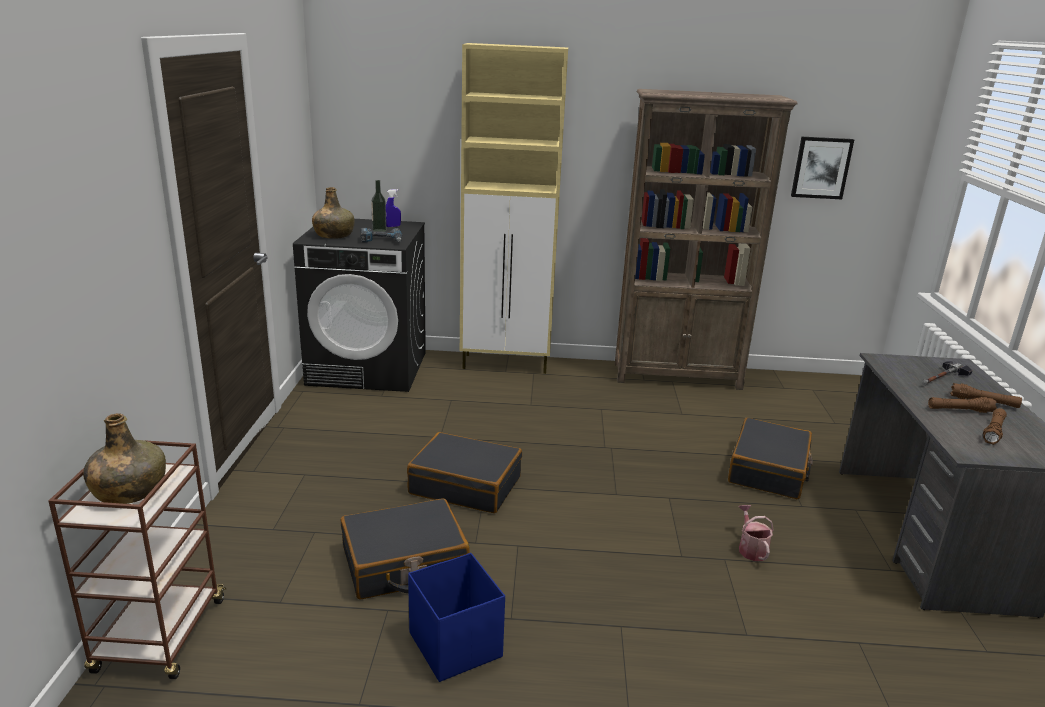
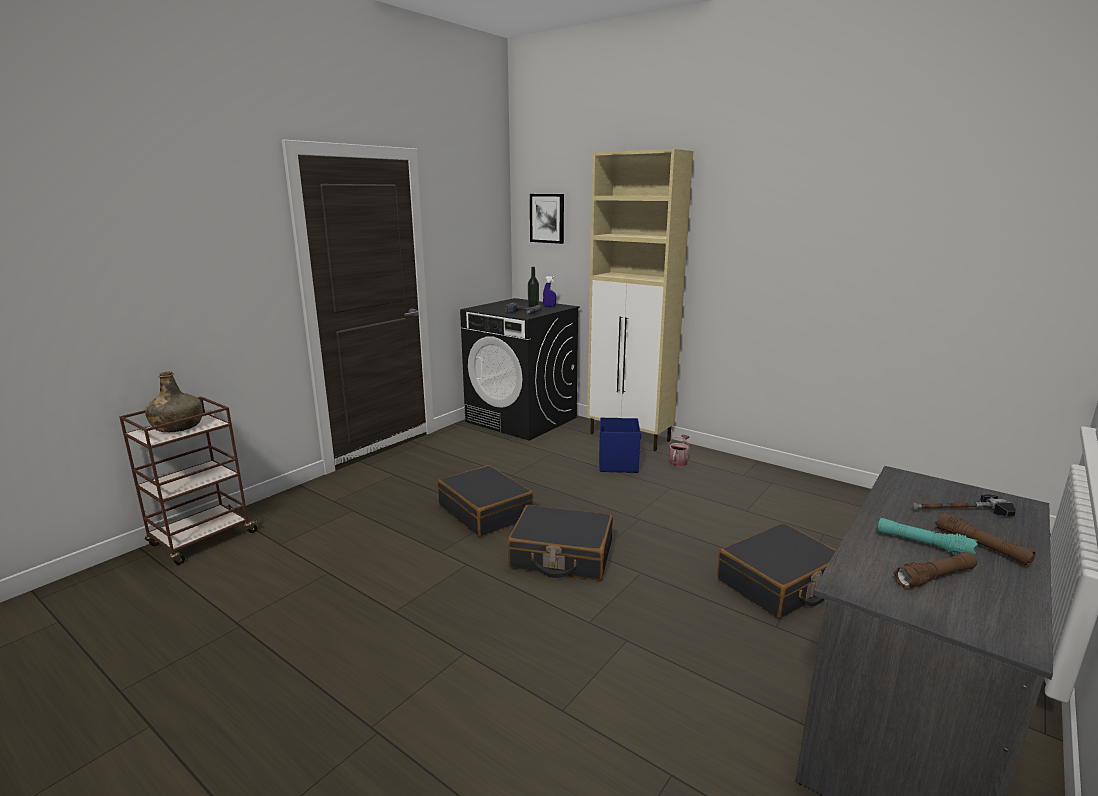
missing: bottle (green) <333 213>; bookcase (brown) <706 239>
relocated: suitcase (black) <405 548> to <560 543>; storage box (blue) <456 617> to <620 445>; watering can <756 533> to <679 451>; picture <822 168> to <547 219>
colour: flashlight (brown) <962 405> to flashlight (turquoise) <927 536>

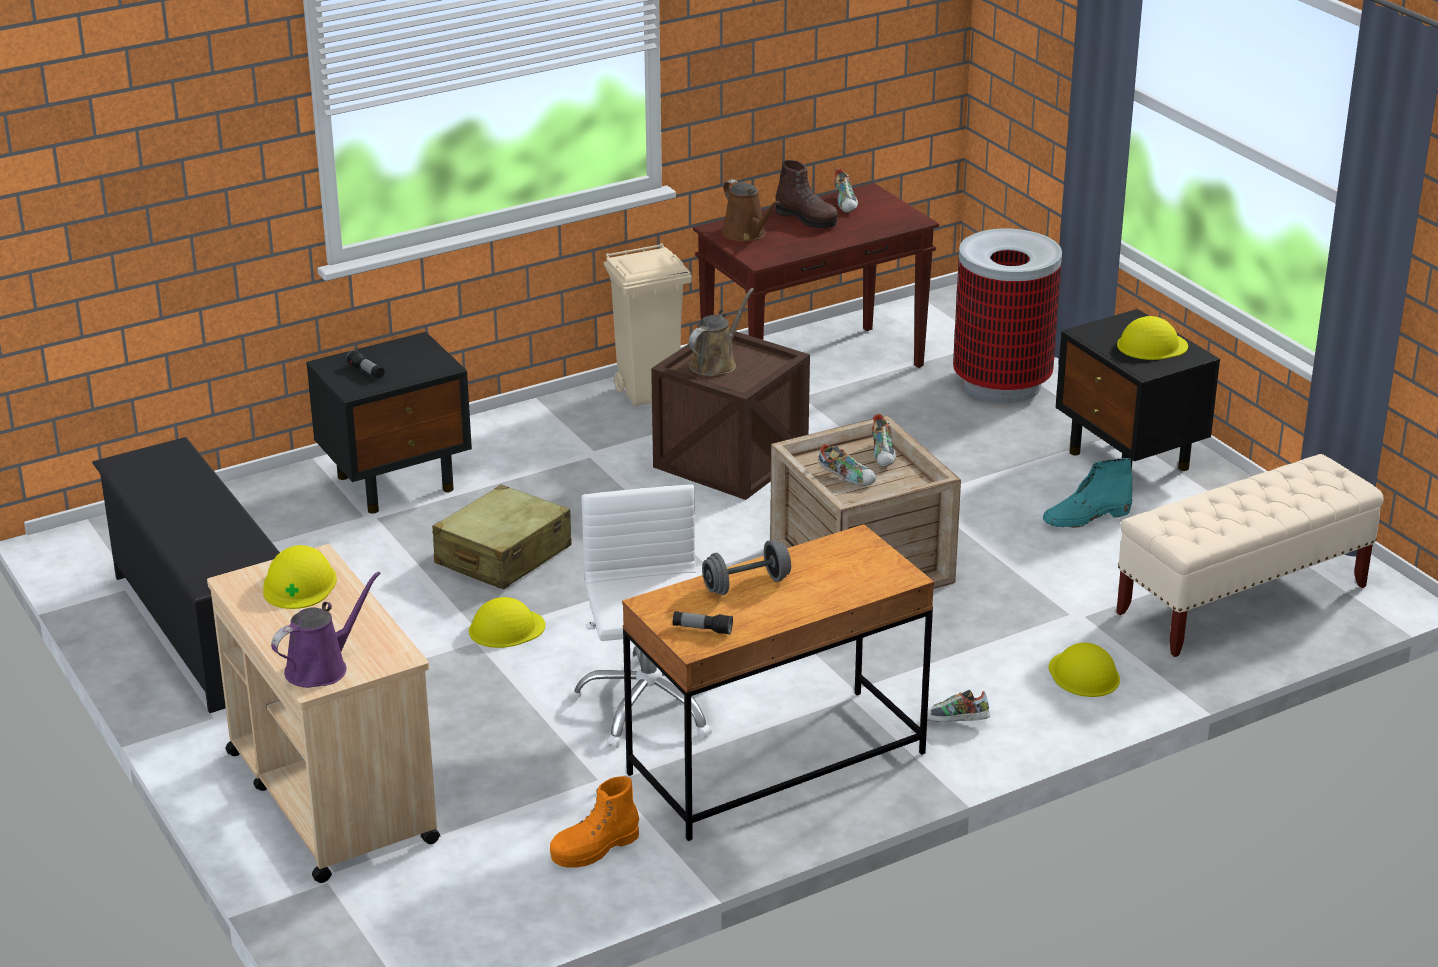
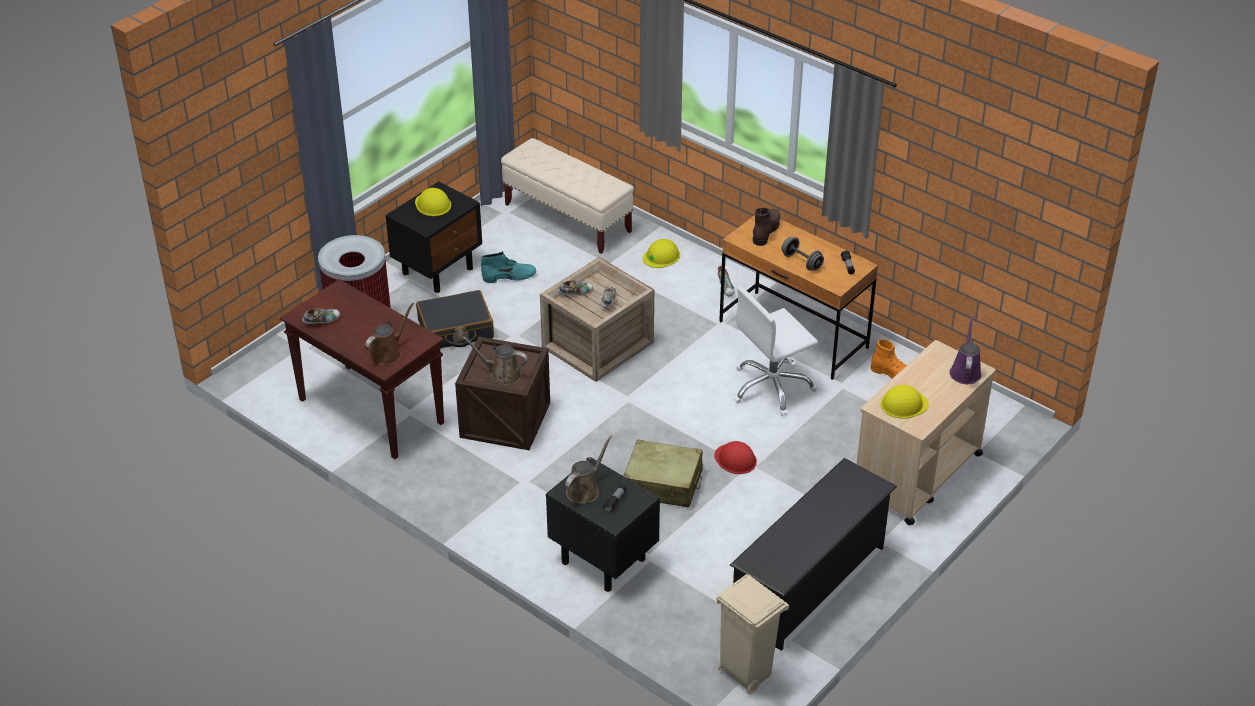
appeared: suitcase (black) <455 319>; watering can (brown) <588 469>
relocated: trash can (beige) <648 324> to <752 634>; boot (brown) <806 194> to <766 227>
colour: hard hat (yellow) <507 622> to hard hat (red) <735 457>
spun: watering can (purple) <326 629> = <965 349> 75 degrees clockwise; boot (turquoise) <1087 493> = <508 267> 60 degrees counterclockwise

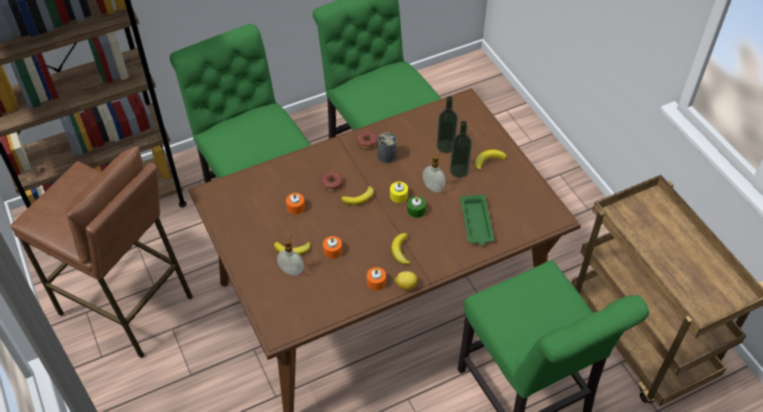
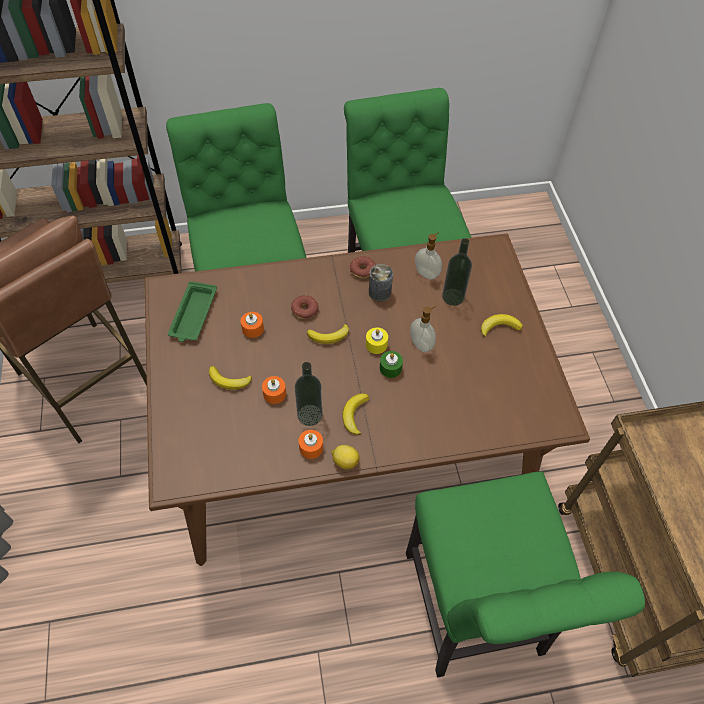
relocated: soap dispenser <290 255> to <428 256>; bottle <461 149> to <309 394>; tray (green) <477 220> to <192 311>

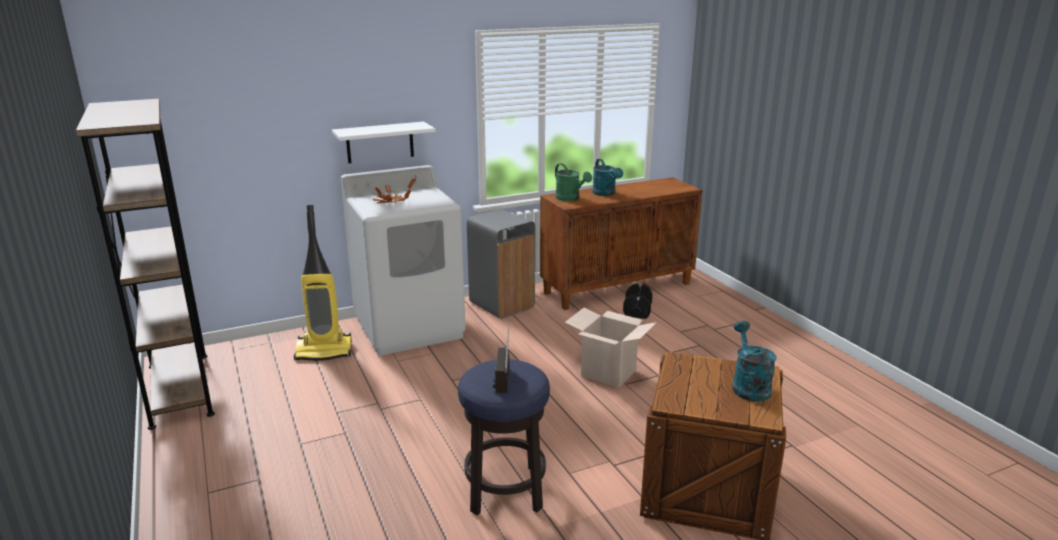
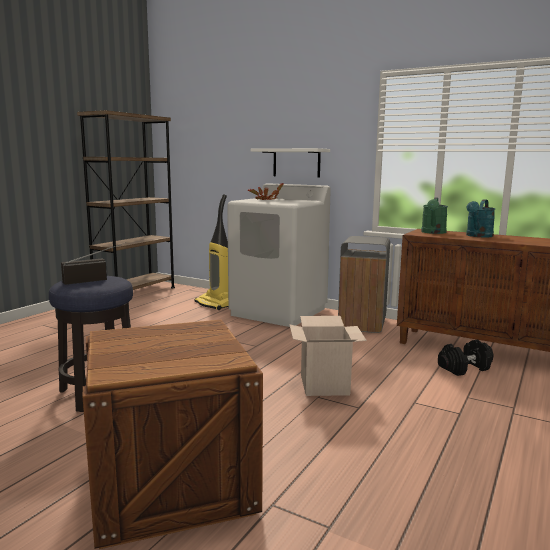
missing: watering can (turquoise) <754 361>

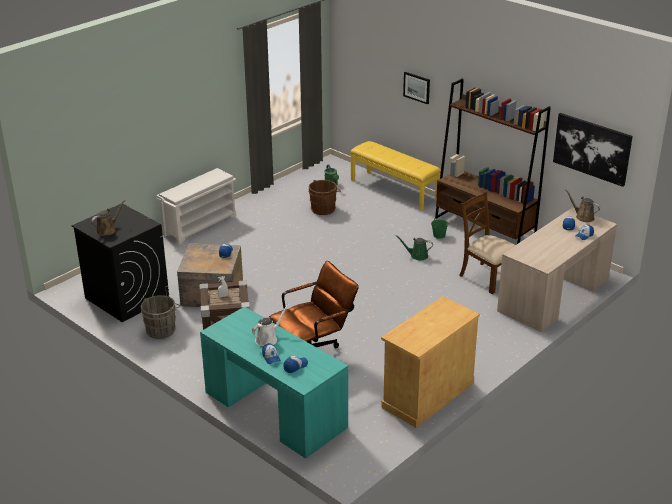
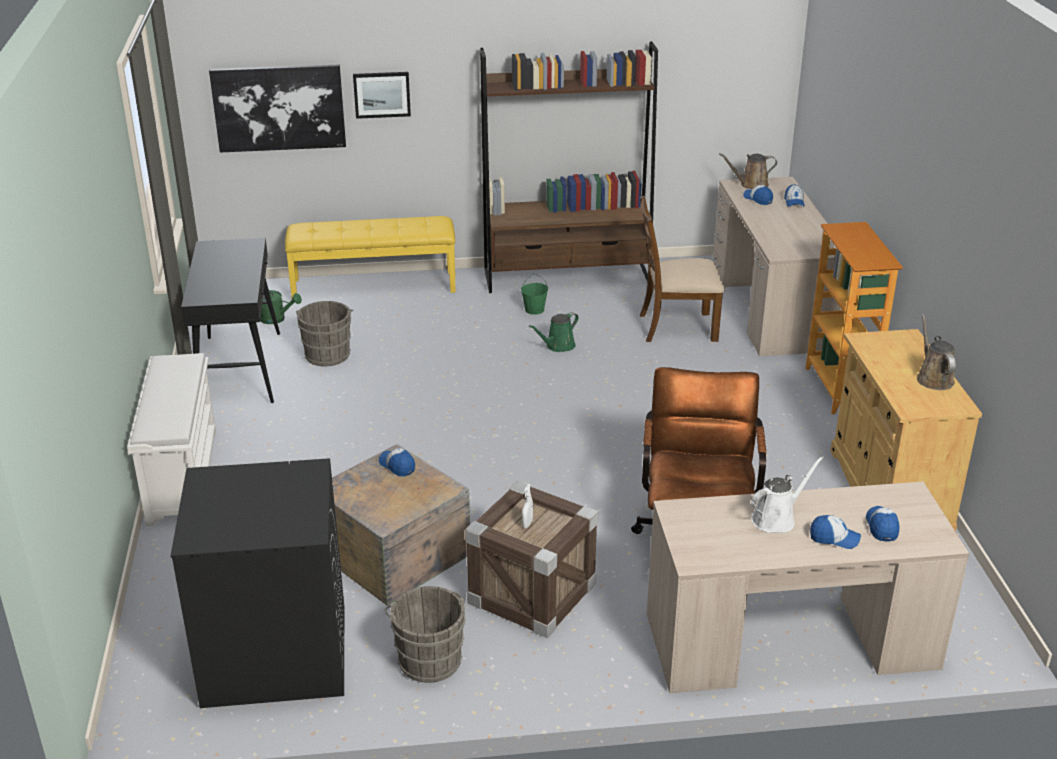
appeared: console table (black) <230 320>; bookcase <854 318>
relocated: watering can (brown) <108 218> to <936 351>; picture <593 150> to <277 109>
colour: desk (turquoise) <274 383> to desk (beige) <808 587>; bucket (brown) <325 197> to bucket (grey) <324 333>
spun: watering can (white) <270 325> = <787 494> 60 degrees clockwise

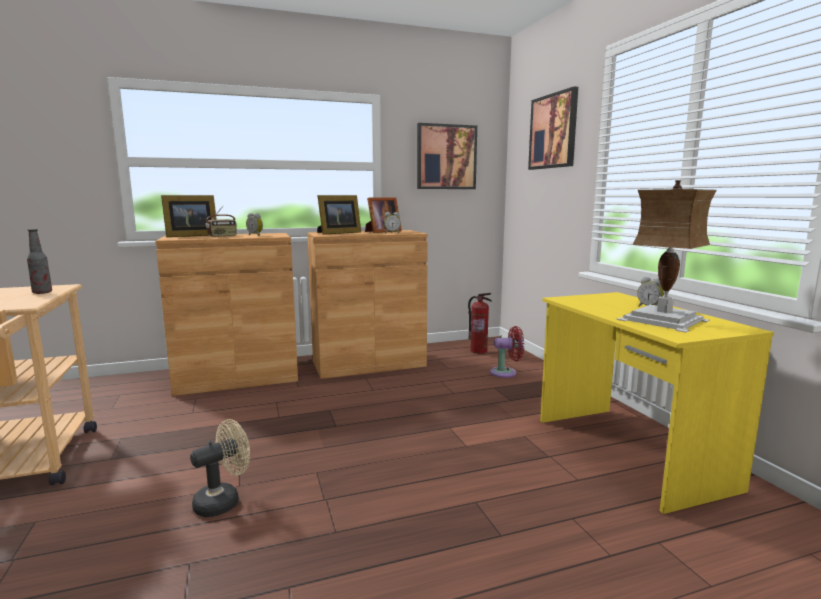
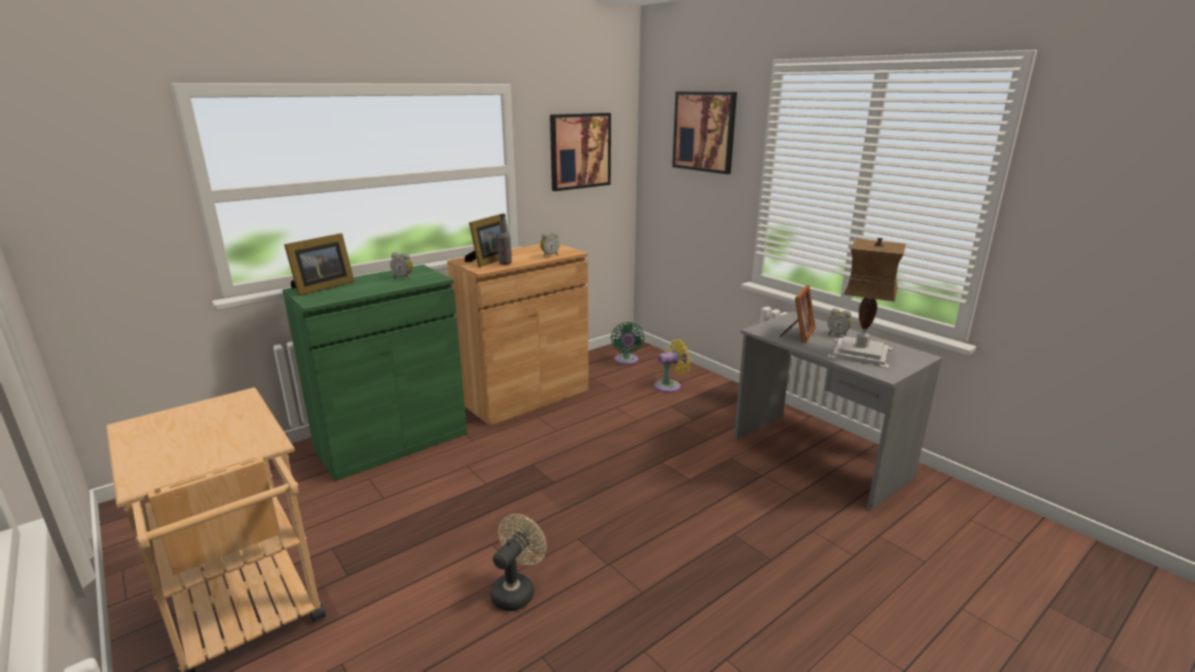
missing: radio <221 221>
relocated: bottle <39 261> to <505 239>; picture frame <383 215> to <797 314>
exchanged: fire extinguisher <480 323> to fan (green) <627 343>
colour: cabinet (brown) <226 314> to cabinet (green) <374 373>; fan (red) <507 352> to fan (yellow) <672 366>; desk (yellow) <657 403> to desk (grey) <838 411>

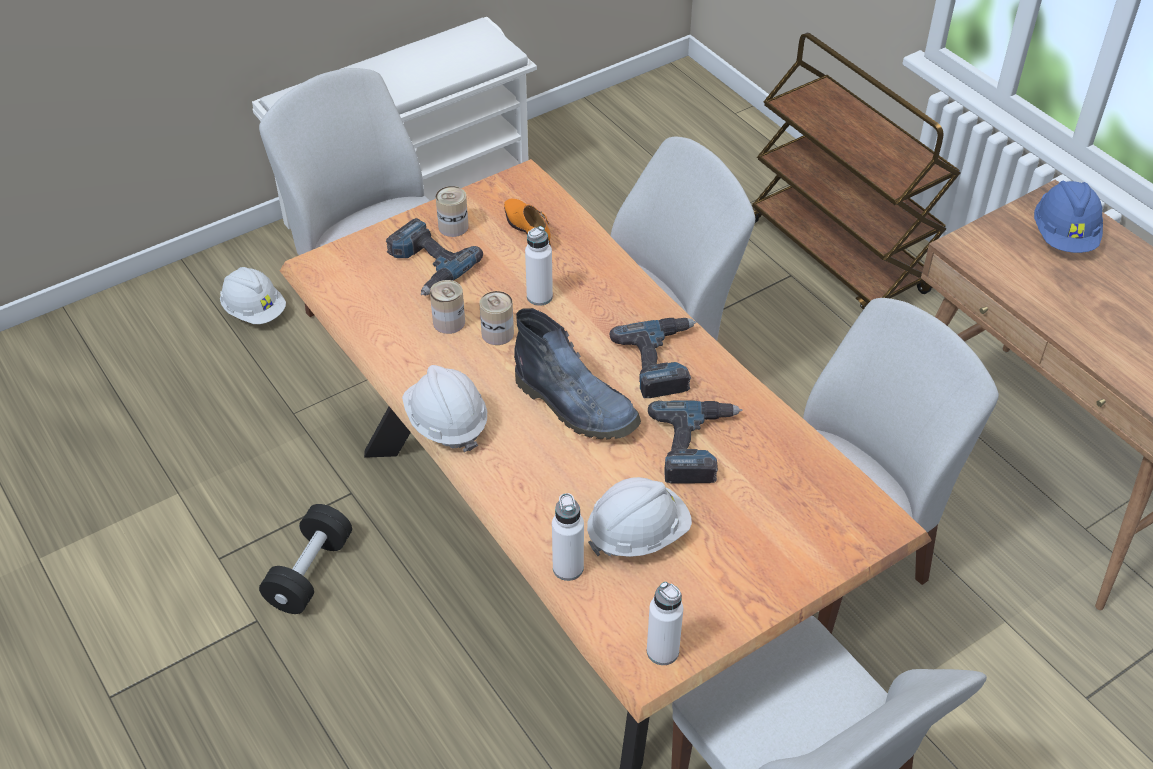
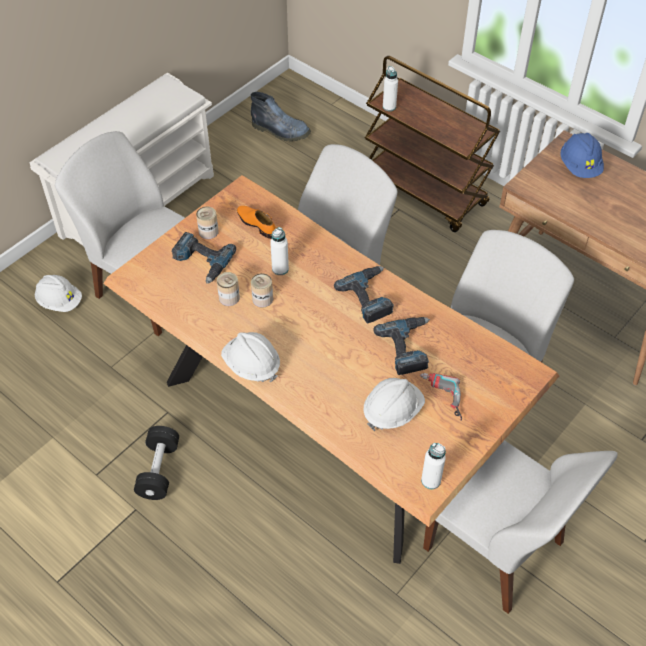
appeared: power drill <441 397>
relocated: boot <577 374> to <281 116>; bottle (white) <568 537> to <390 88>

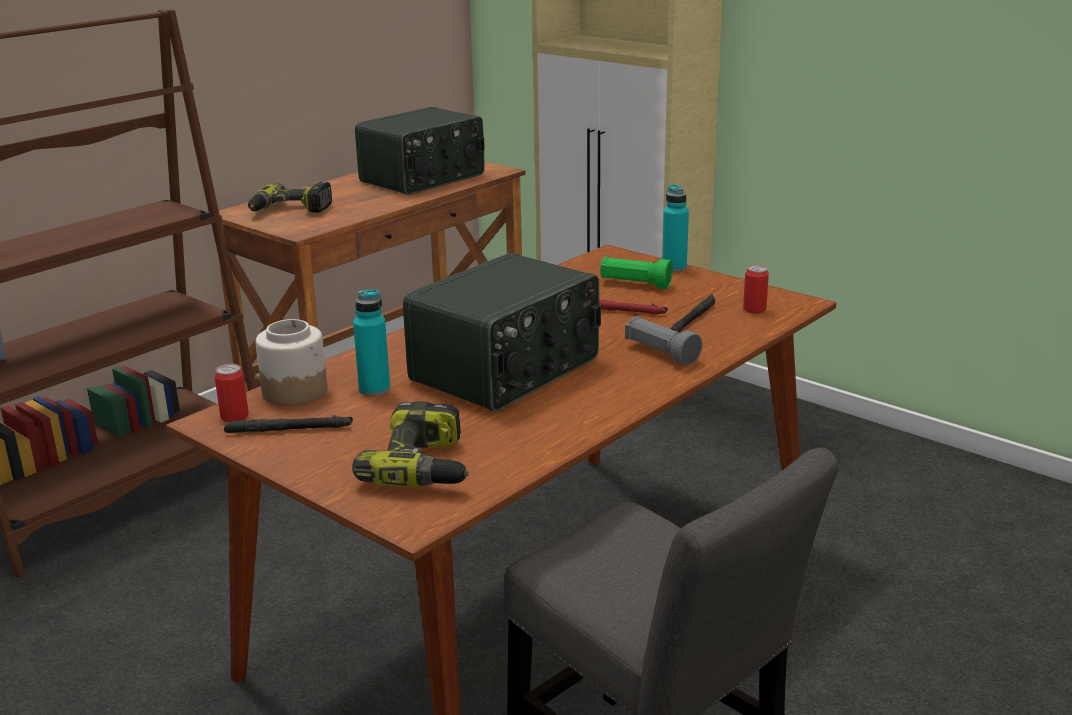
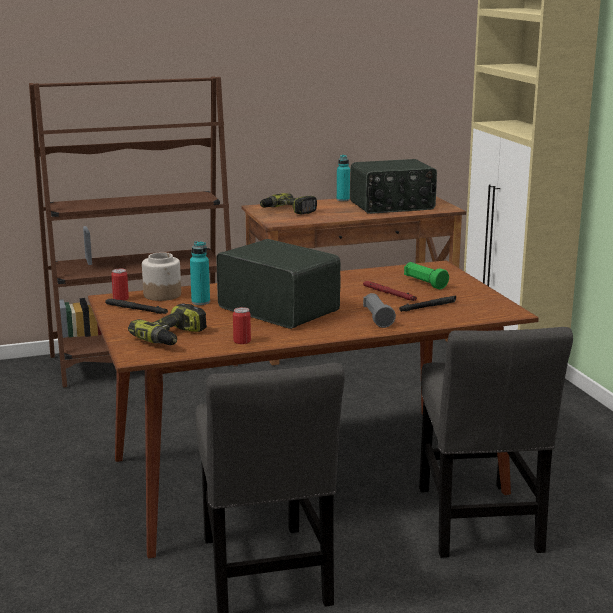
appeared: chair (grey) <496 442>
relocated: bottle (turquoise) <675 228> to <343 178>; can <756 289> to <242 325>
spun: radio <502 332> = <278 284> 120 degrees counterclockwise

